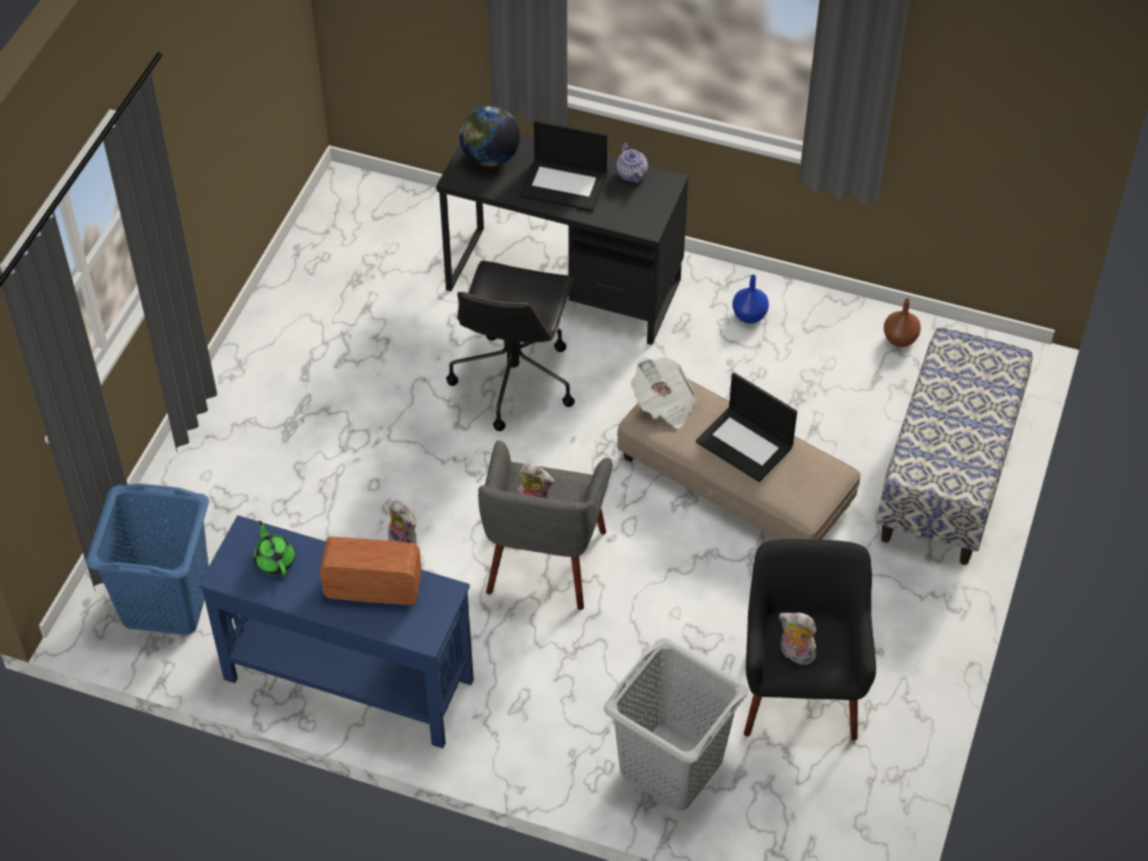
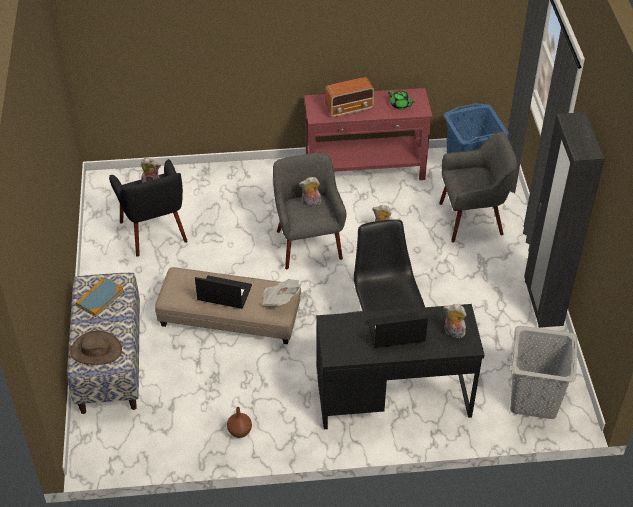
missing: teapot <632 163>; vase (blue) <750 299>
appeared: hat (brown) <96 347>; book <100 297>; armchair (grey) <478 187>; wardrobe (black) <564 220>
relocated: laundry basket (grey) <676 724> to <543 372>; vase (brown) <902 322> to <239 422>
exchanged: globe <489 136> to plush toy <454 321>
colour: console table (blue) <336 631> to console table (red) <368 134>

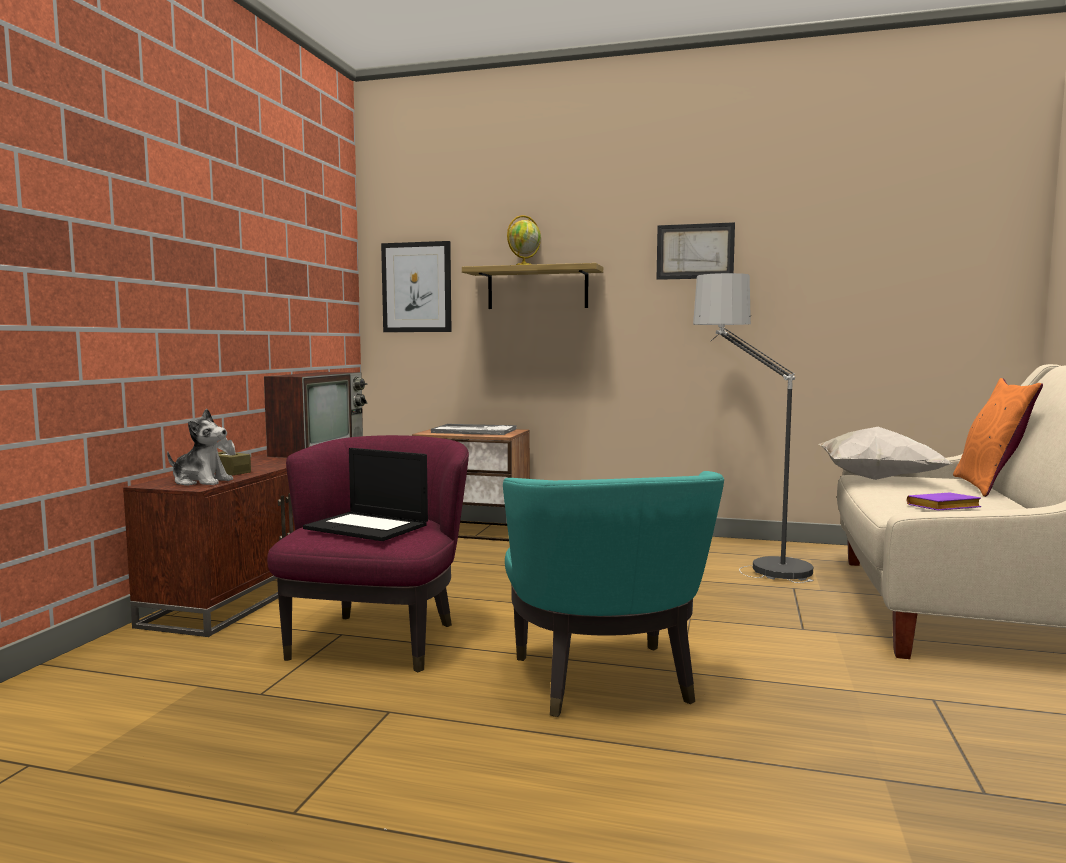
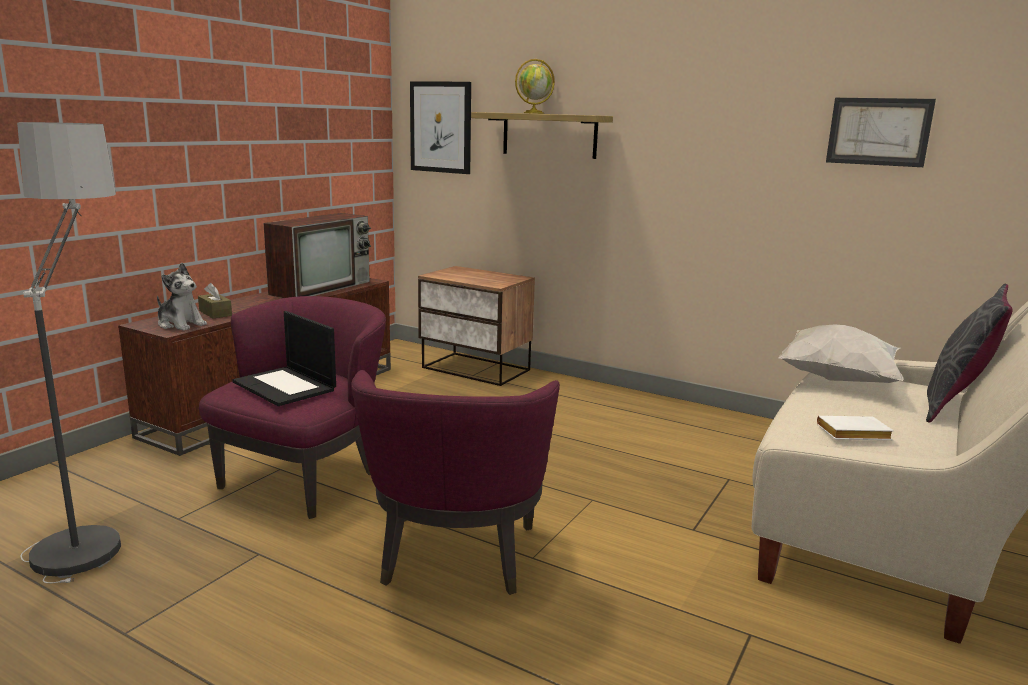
missing: tray <474 429>
relocated: picture <696 251> to <881 132>; floor lamp <753 428> to <69 352>
colour: armchair (turquoise) <613 594> to armchair (purple) <455 482>; book (purple) <944 502> to book (white) <855 427>; pillow (orange) <998 437> to pillow (grey) <969 352>

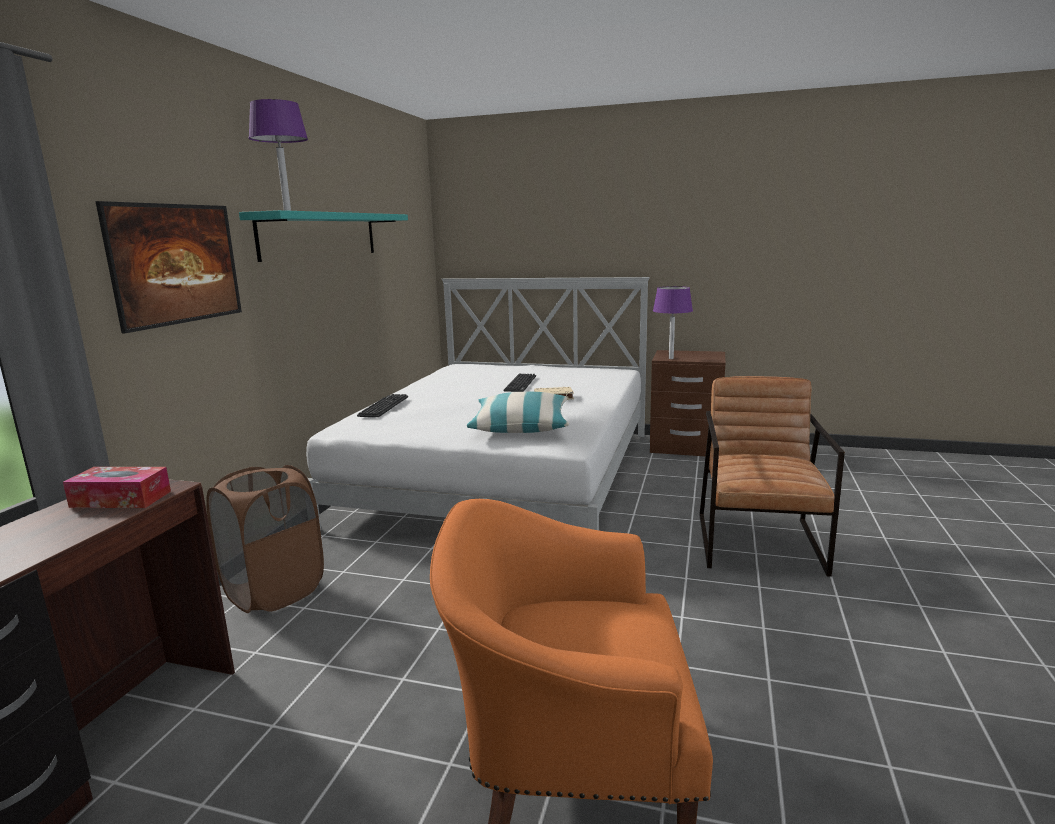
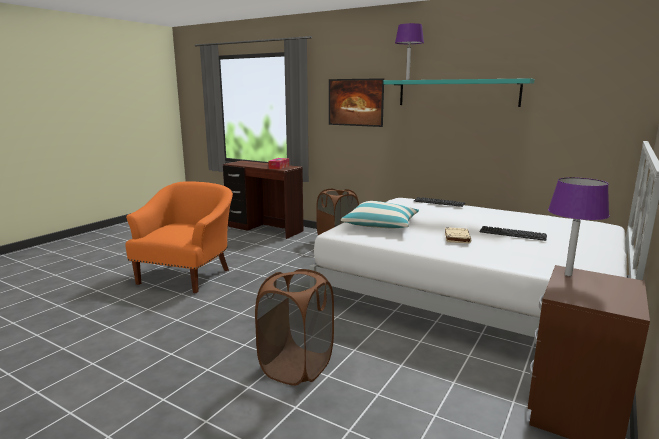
exchanged: armchair (brown) <772 476> to laundry basket (brown) <294 327>

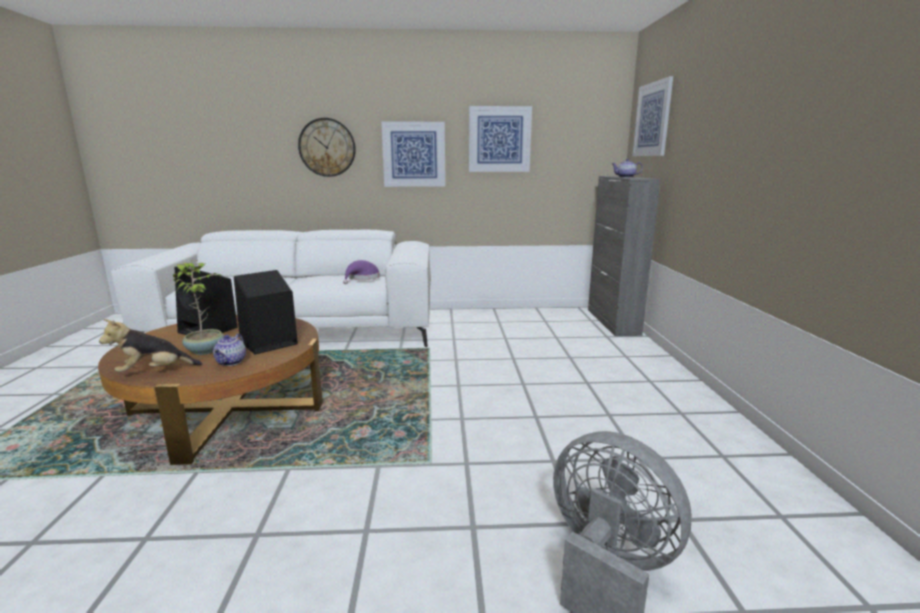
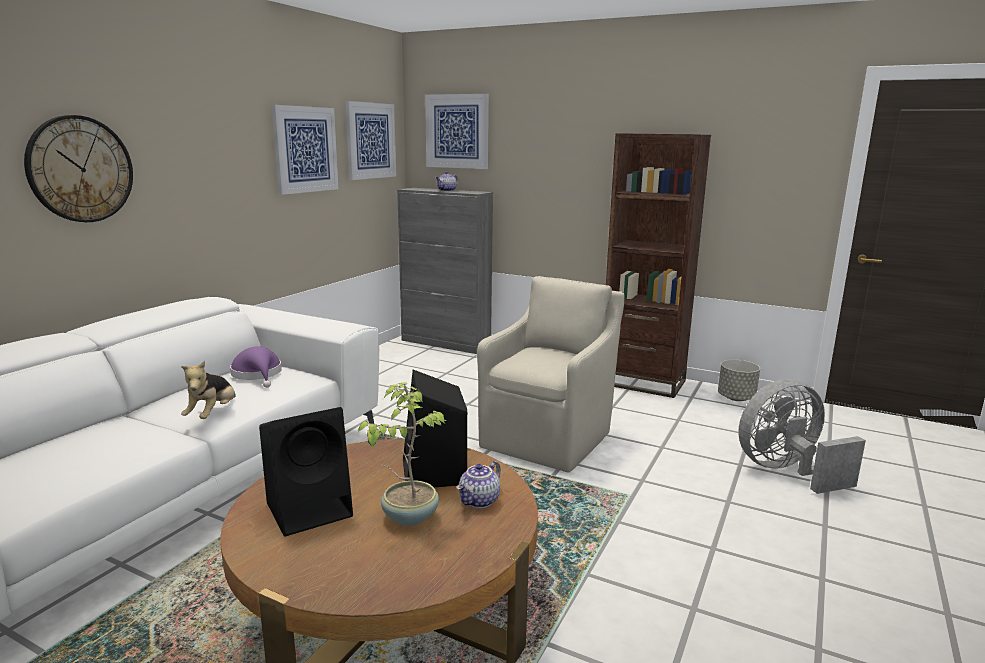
appeared: armchair (beige) <551 374>; bookcase (brown) <658 265>; planter (grey) <739 380>
relocated: plush toy <150 345> to <208 390>; picture <413 154> to <371 140>
spun: teapot <229 350> = <479 484> 90 degrees clockwise

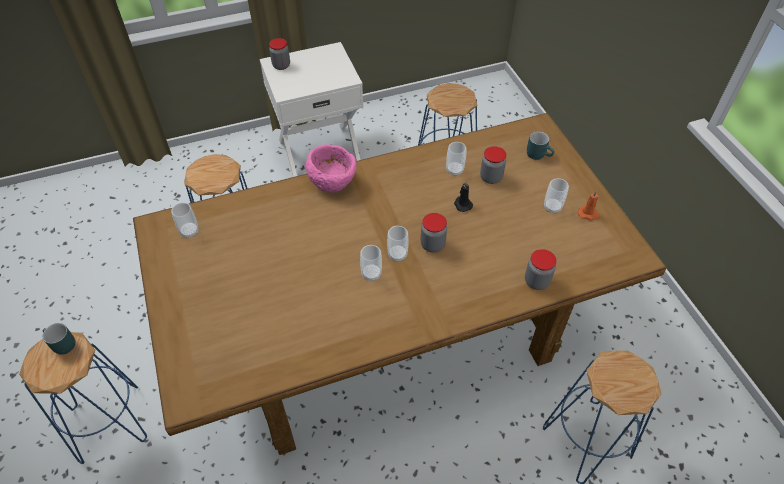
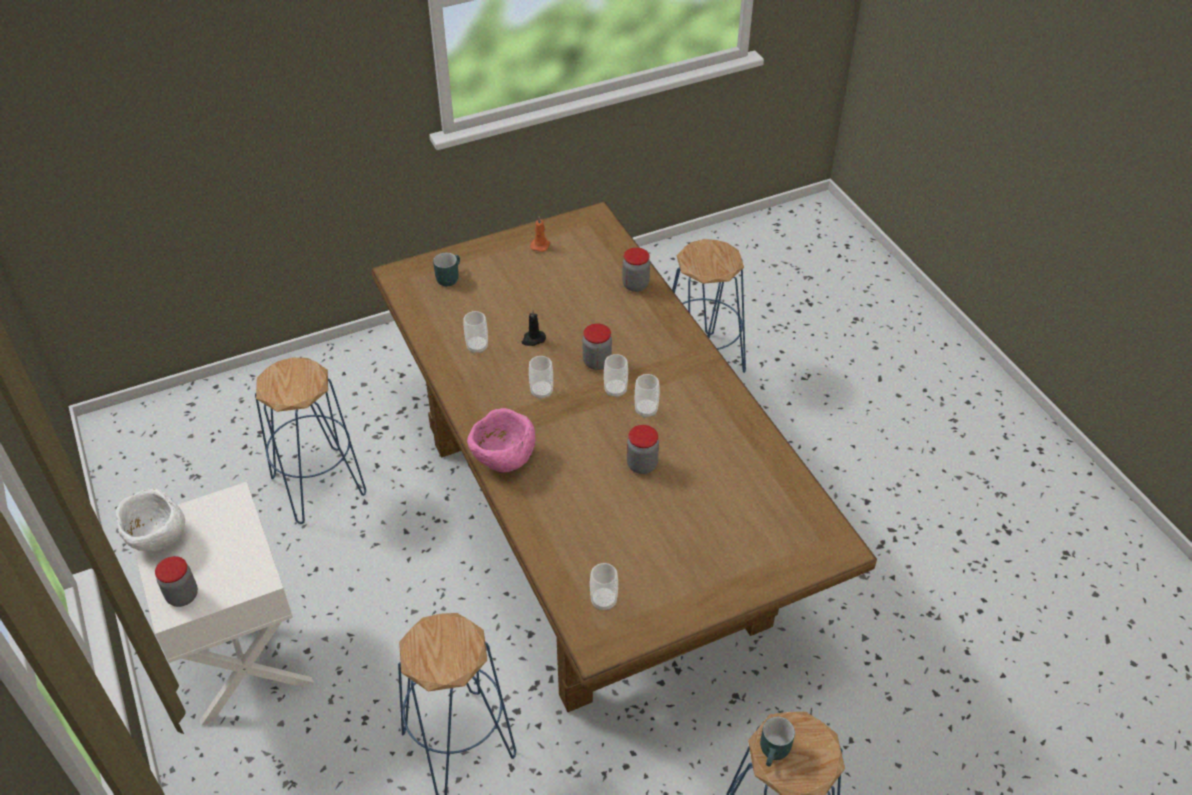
appeared: bowl (white) <150 519>
relocated: jar <493 165> to <643 449>; cup <556 196> to <541 377>

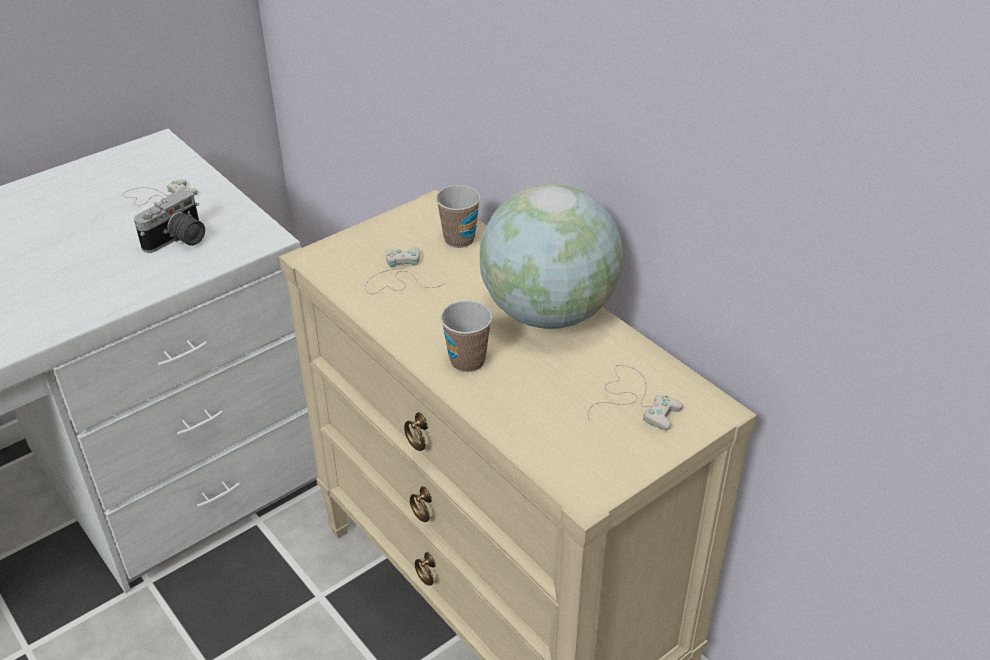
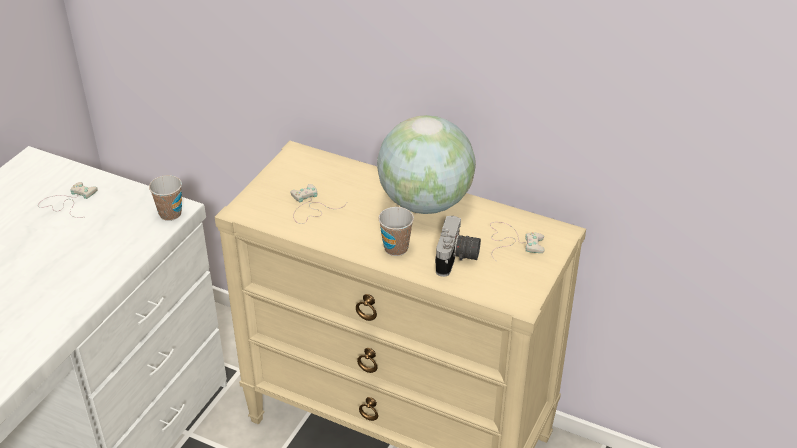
relocated: photo camera <169 221> to <458 246>; cup <458 216> to <165 198>

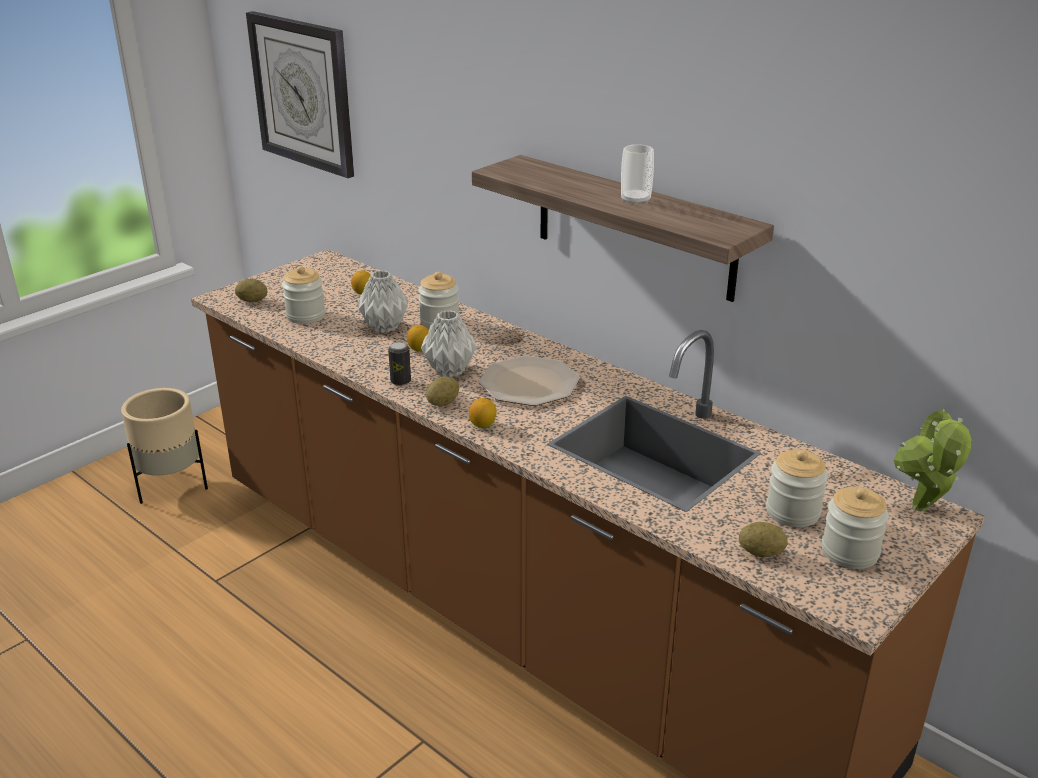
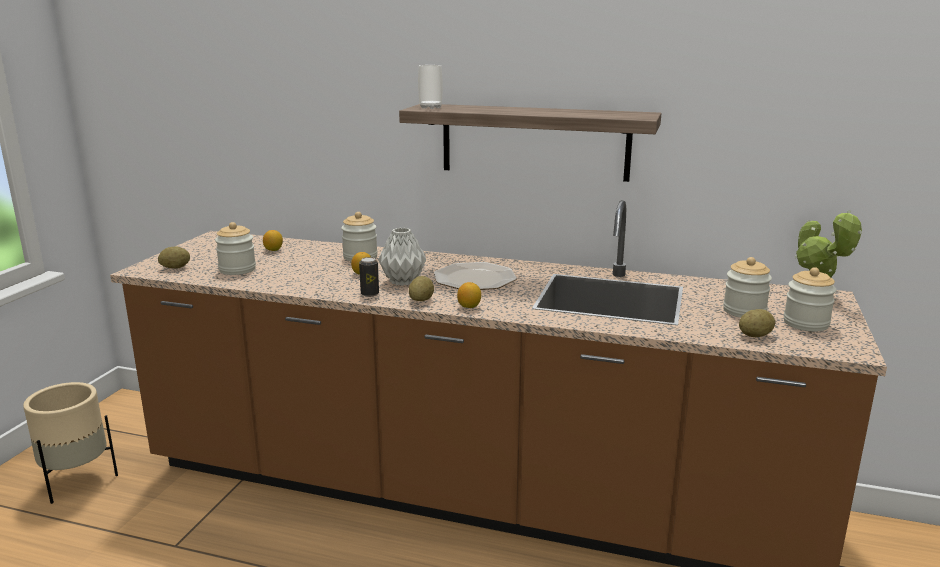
missing: wall clock <300 94>; vase (grey) <383 301>
relocated: cup <637 175> to <430 87>

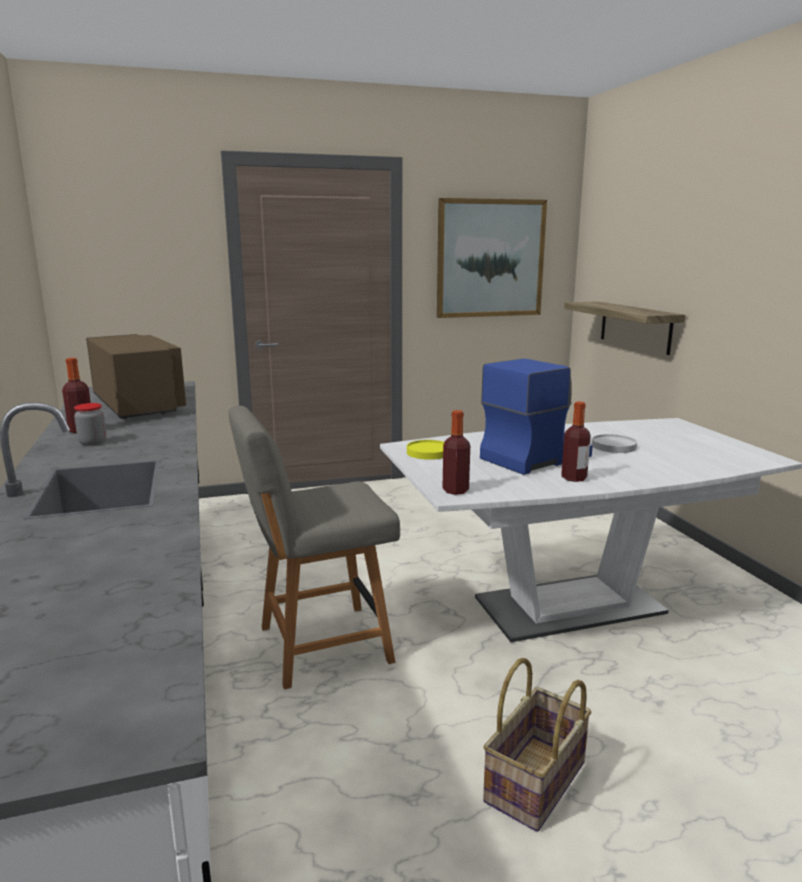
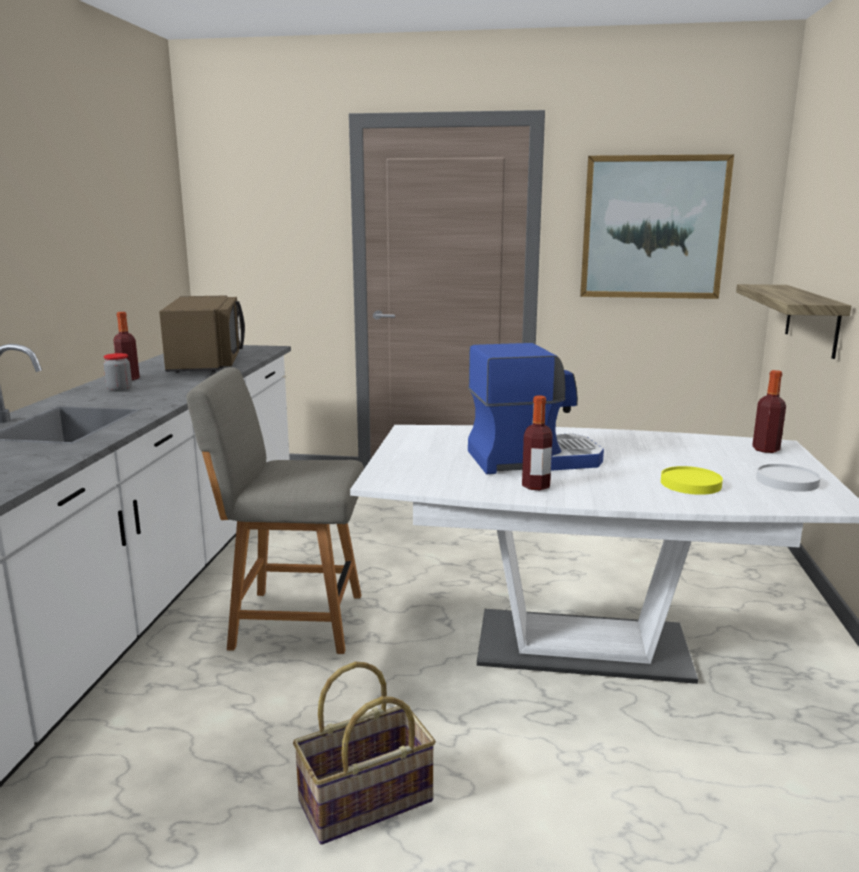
relocated: plate (yellow) <425 450> to <692 480>; bottle <456 452> to <769 411>; plate (white) <614 443> to <788 478>

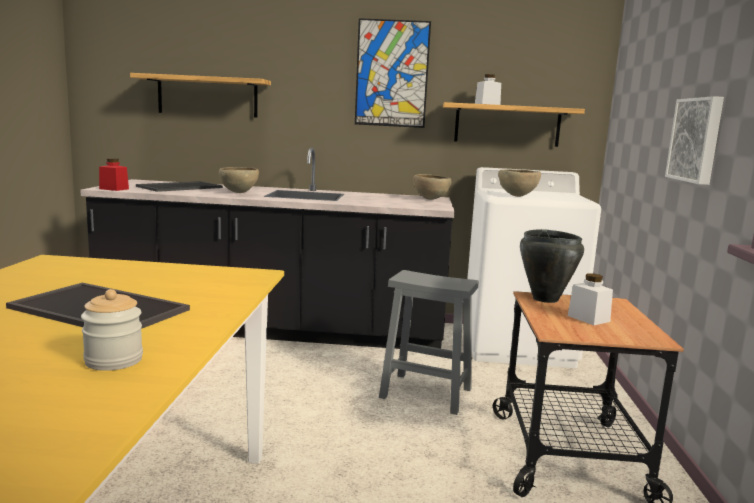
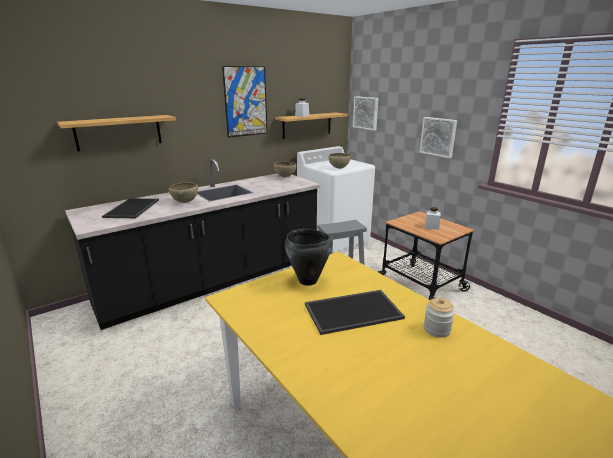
missing: jar (red) <114 174>
appeared: picture <366 113>
relocated: cooking pot (black) <552 266> to <308 257>

